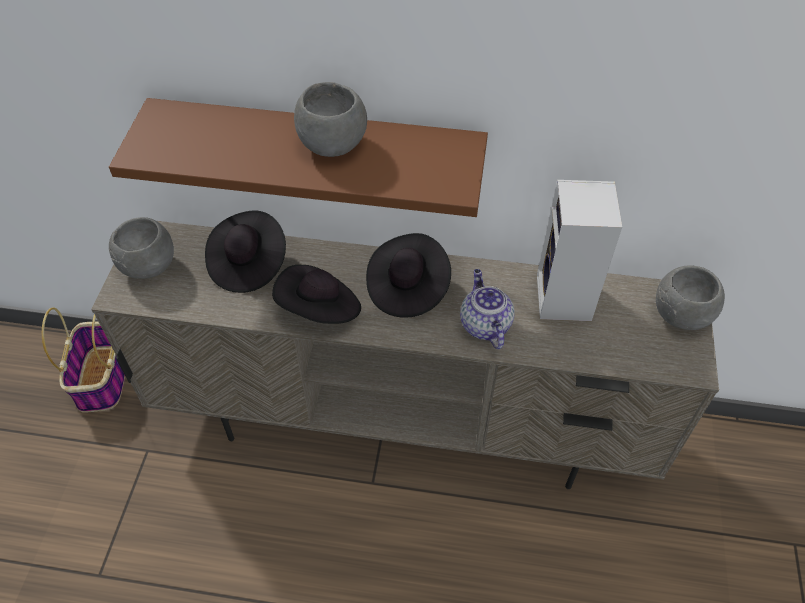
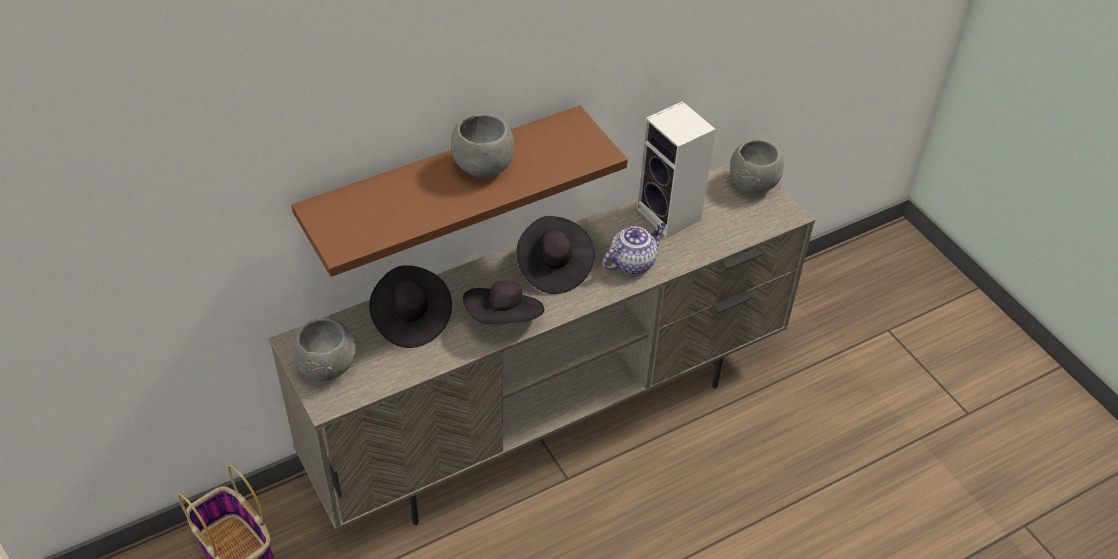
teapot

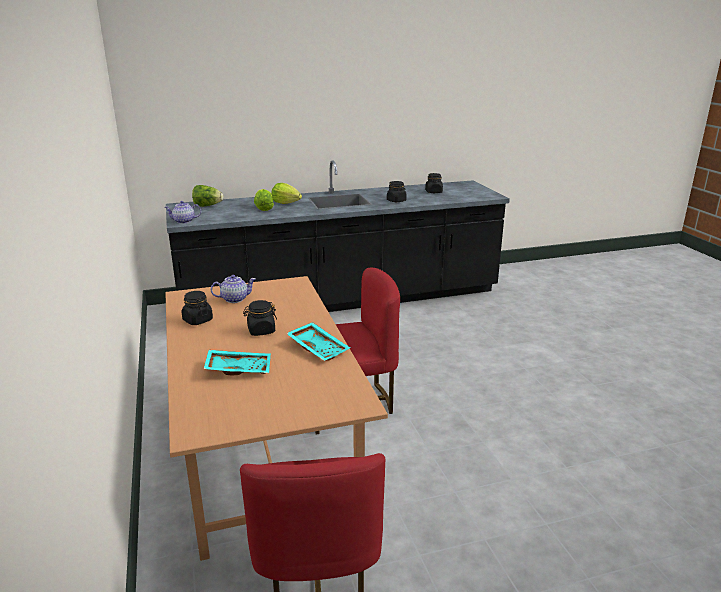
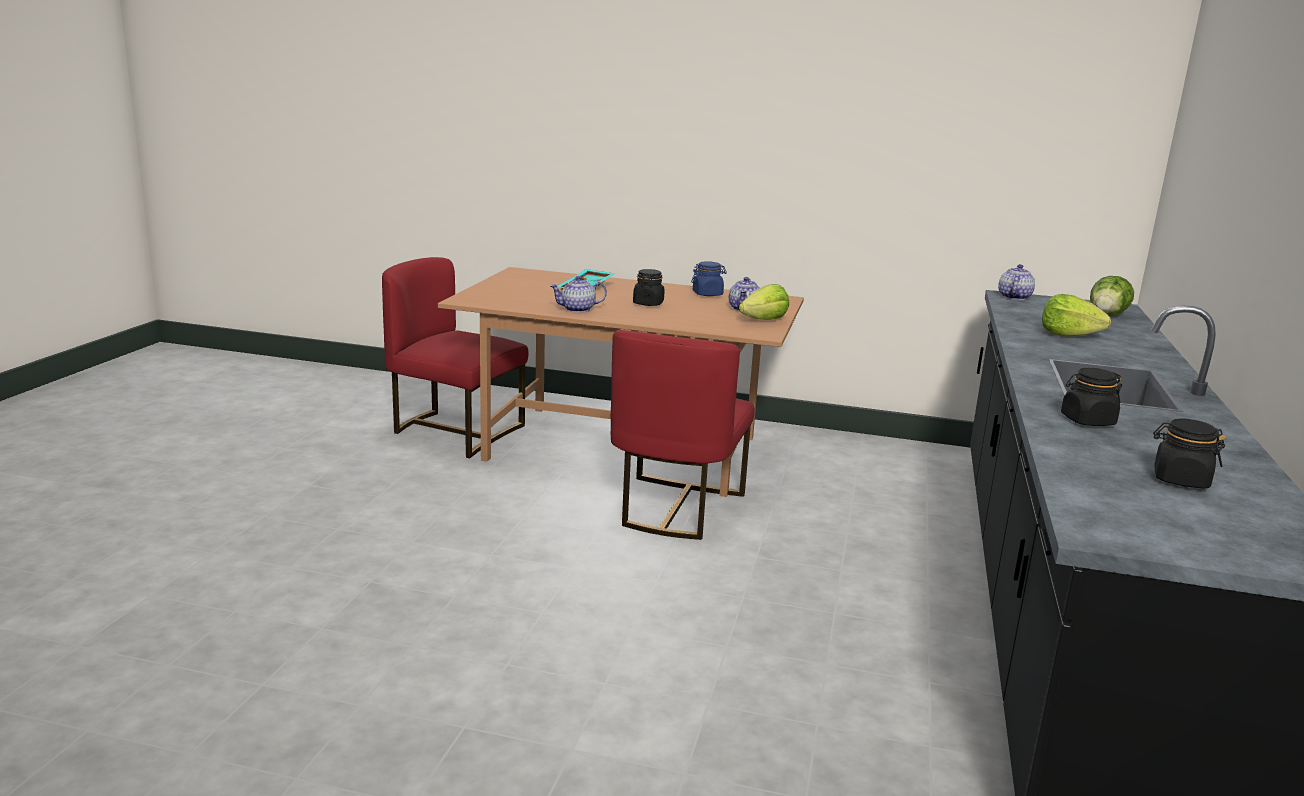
blue jar
lettuce (1st from left)
teapot (1st from left)

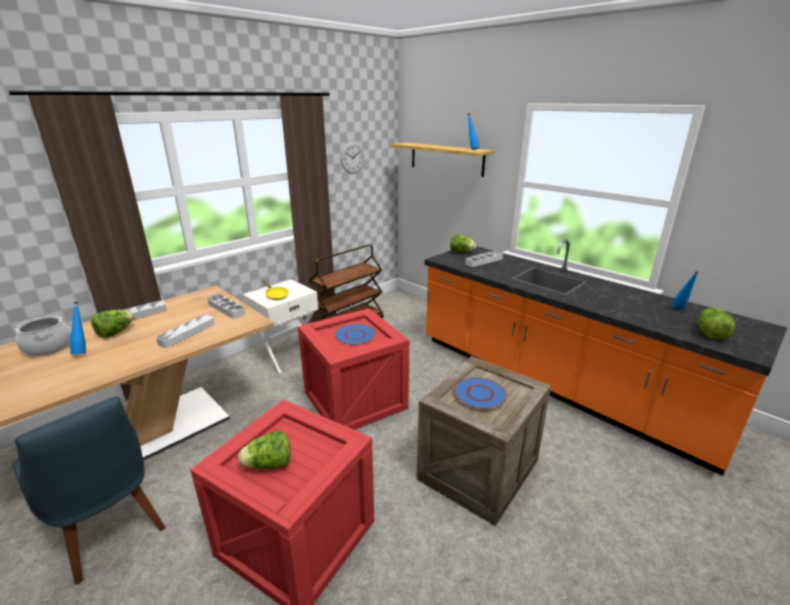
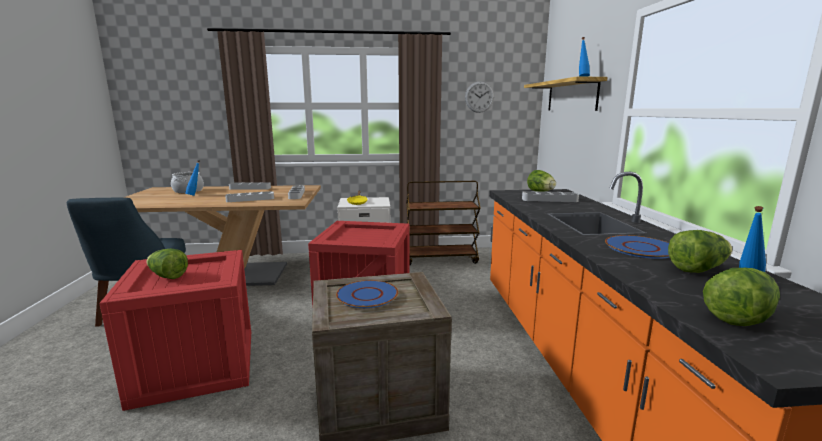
lettuce (3rd from left)
blue plate (2nd from left)

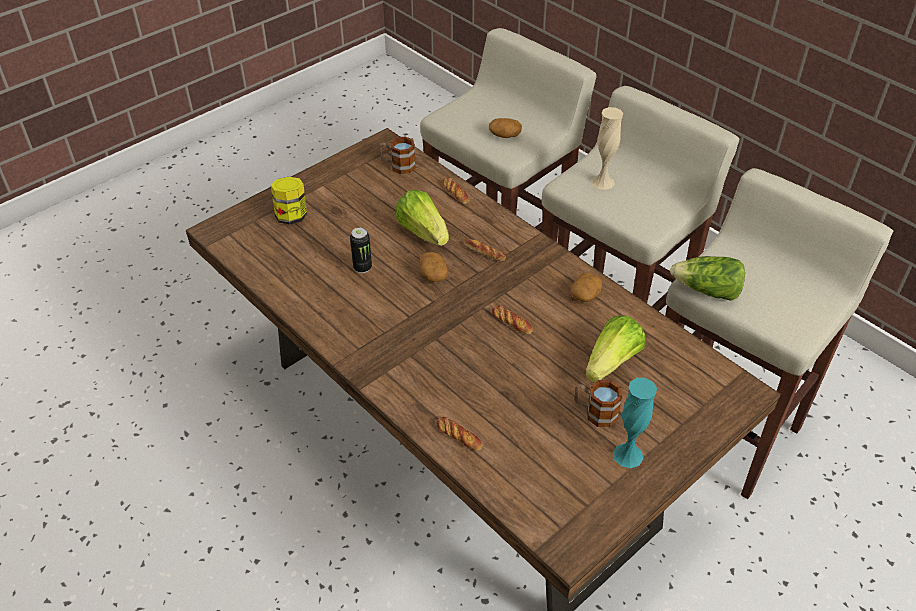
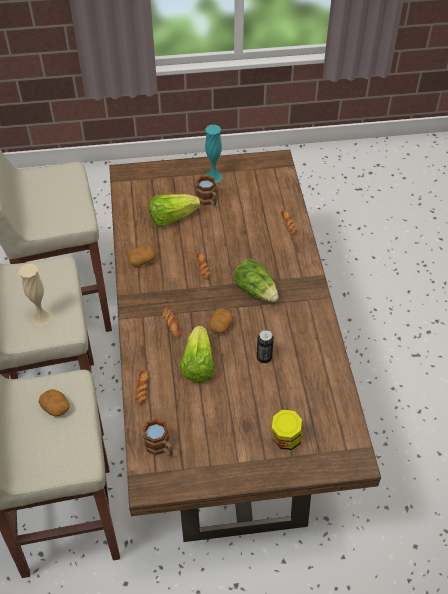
lettuce (3rd from left)

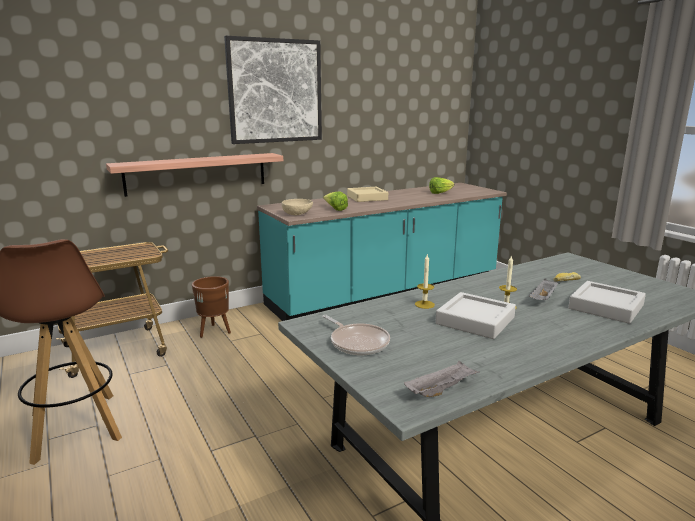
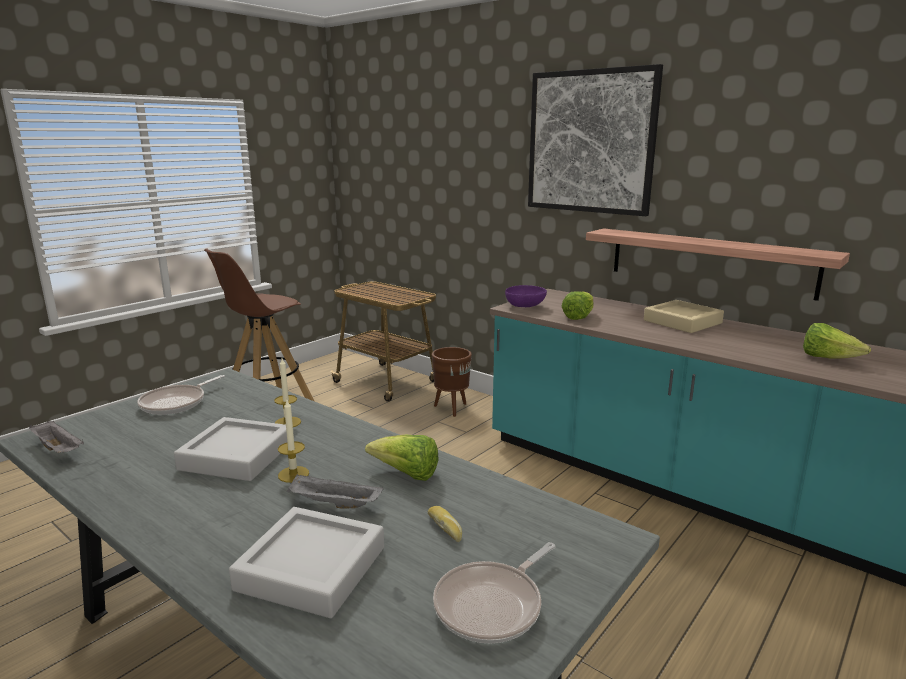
shelf
purple bowl
lettuce (1st from left)
frying pan (2nd from left)

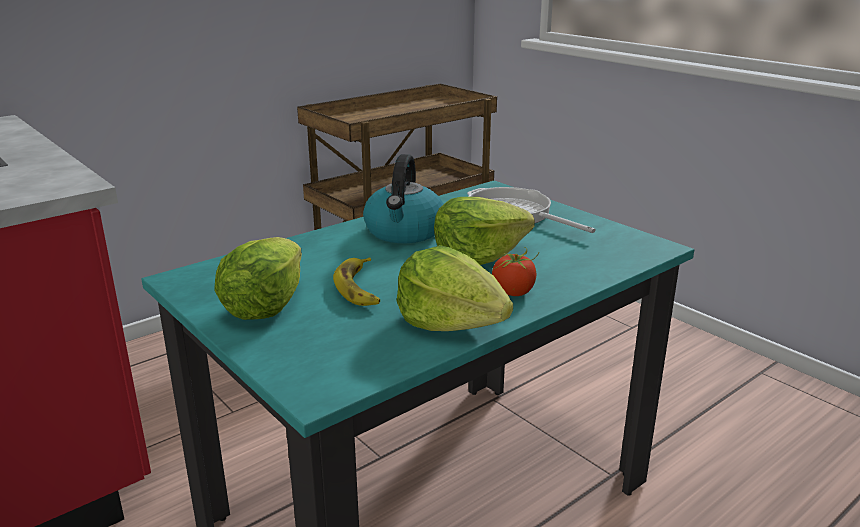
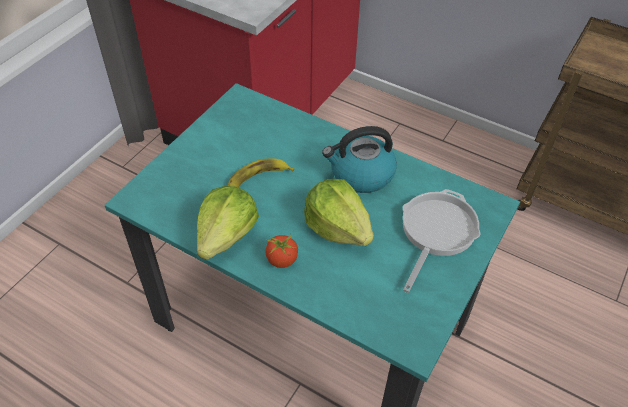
lettuce (1st from left in the first image)

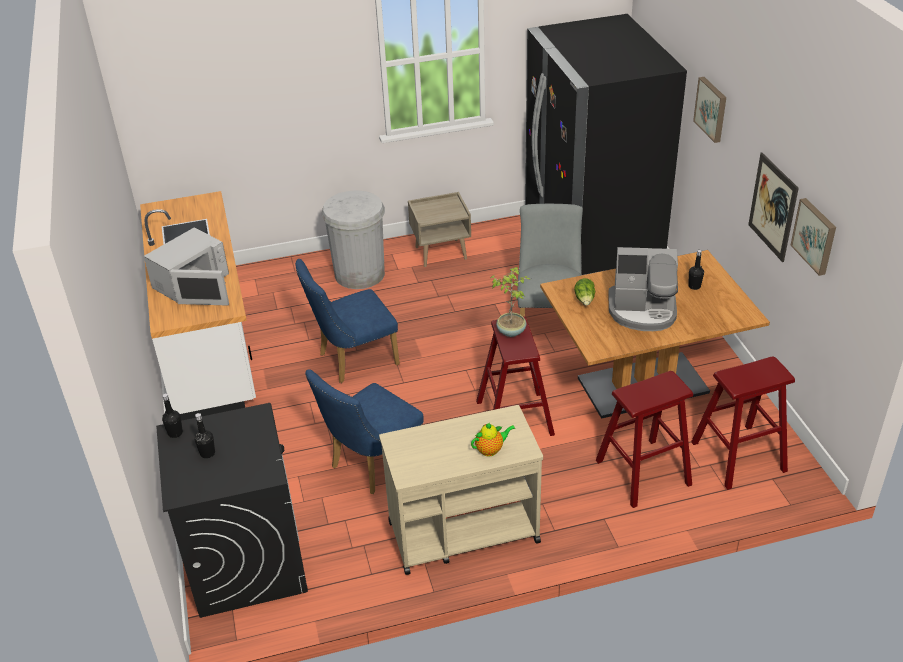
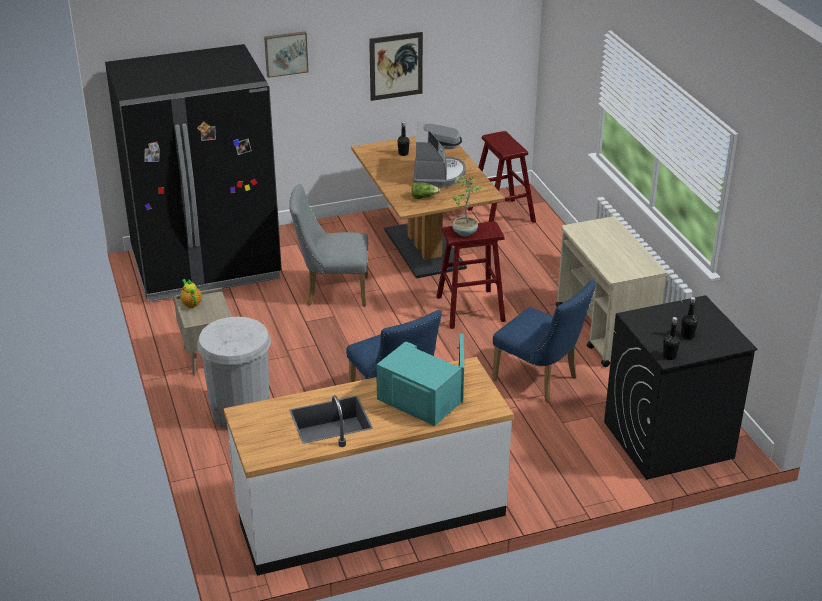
turquoise microwave
teapot
red stool (2nd from left in the first image)
picture (3rd from left in the first image)

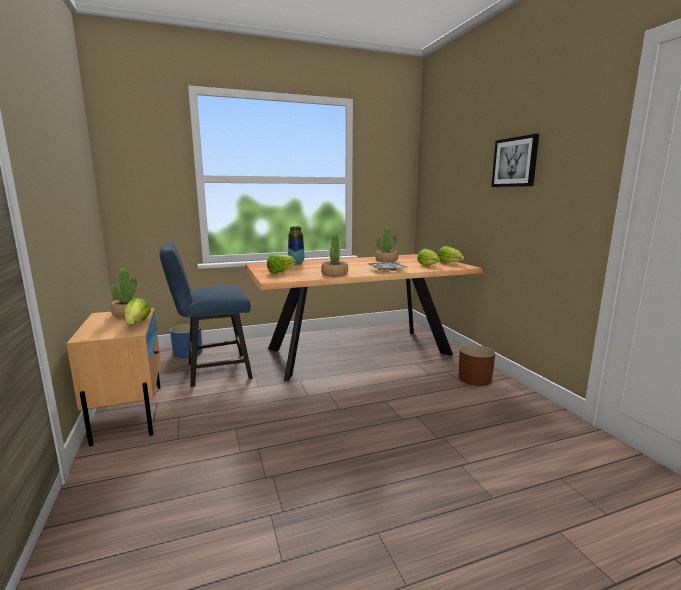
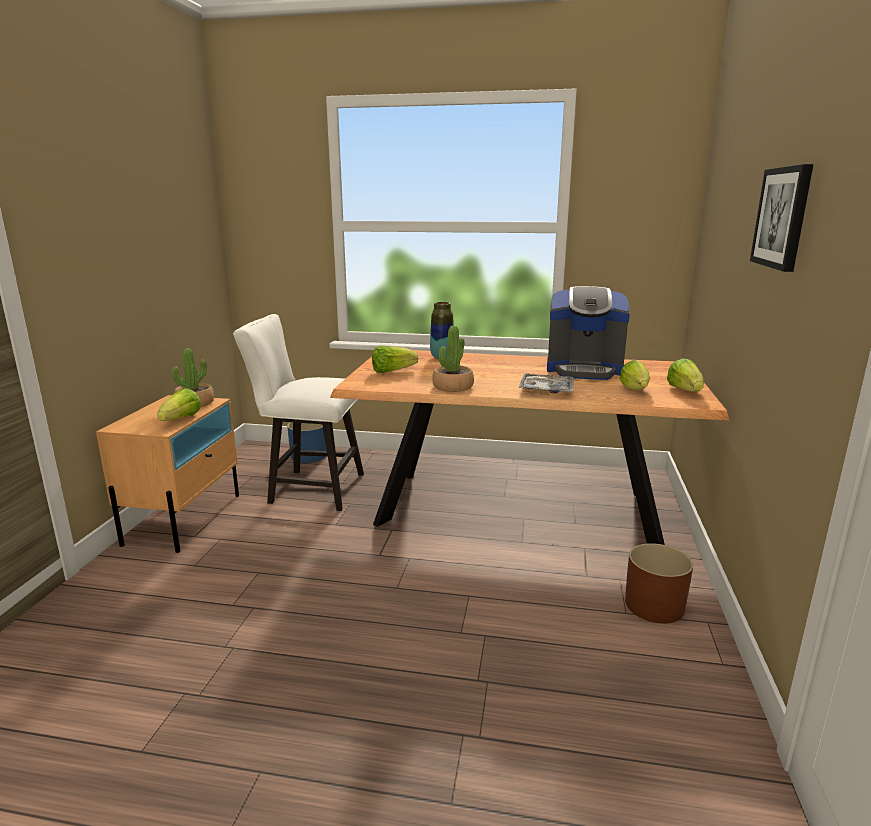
white chair
coffee machine

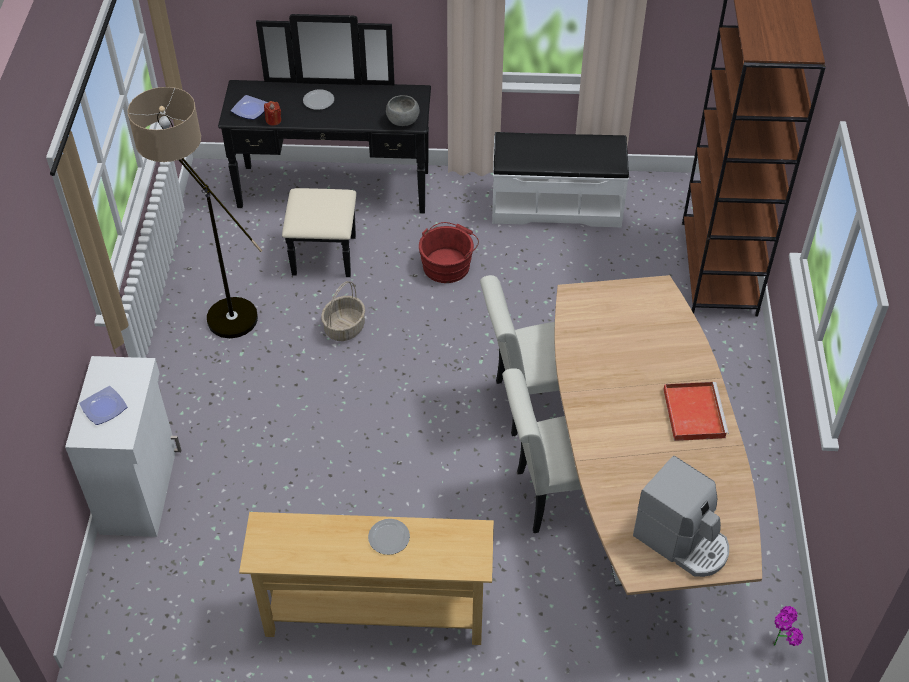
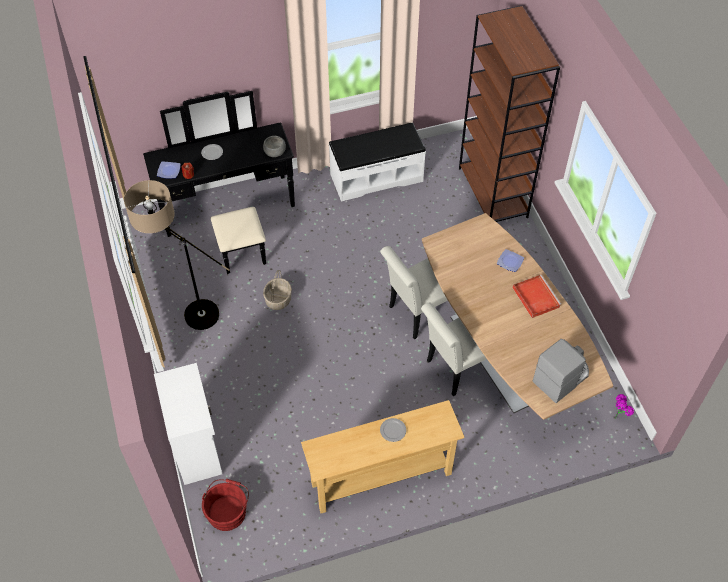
plate (4th from left)
red bucket
coffee machine

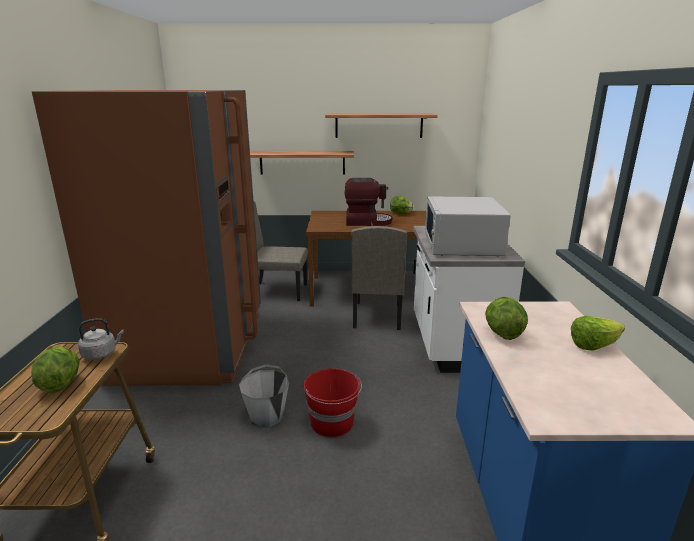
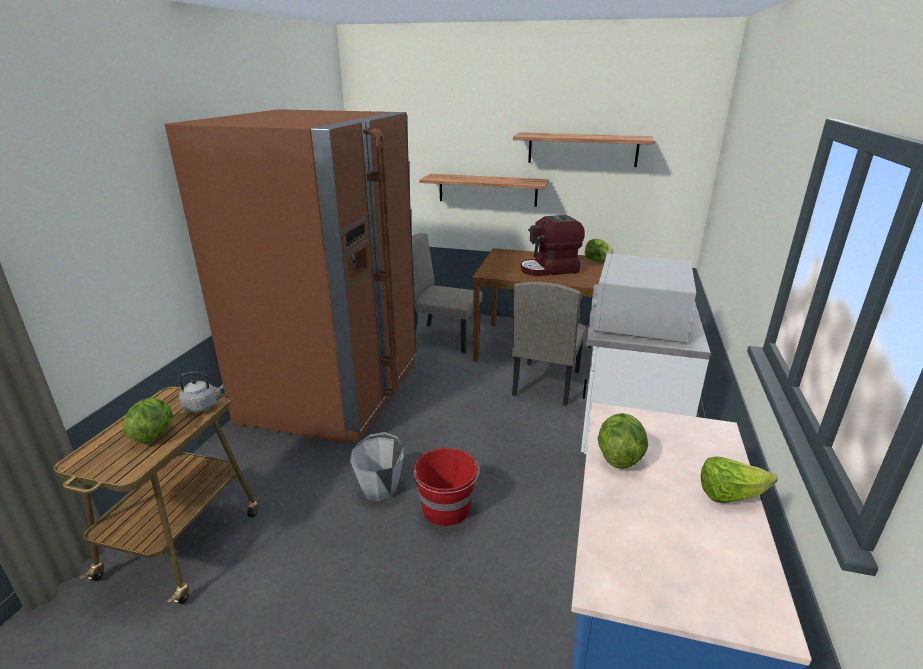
coffee machine

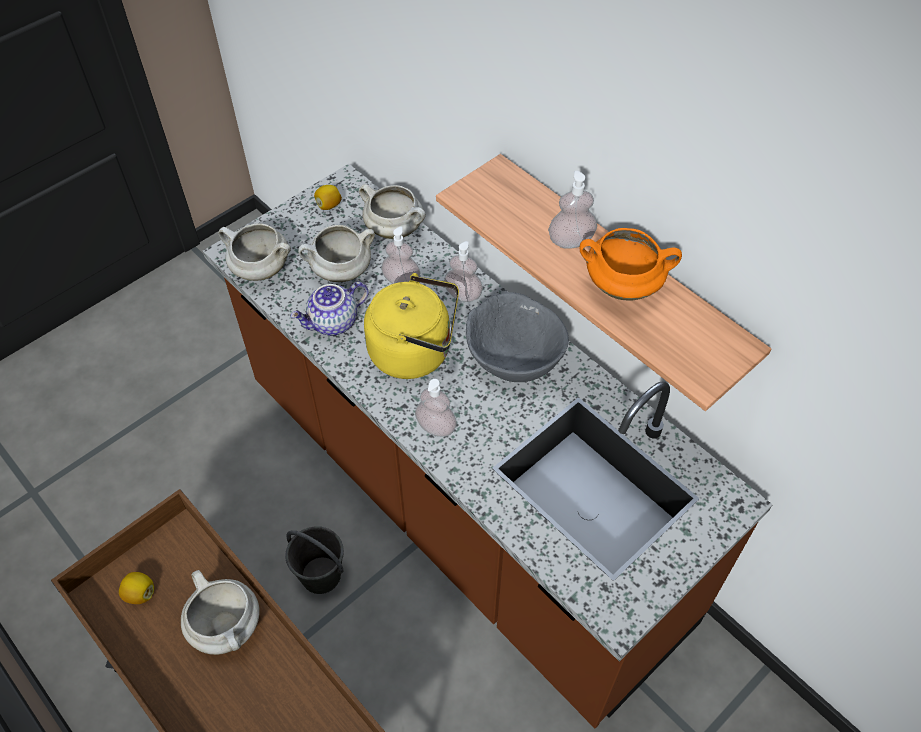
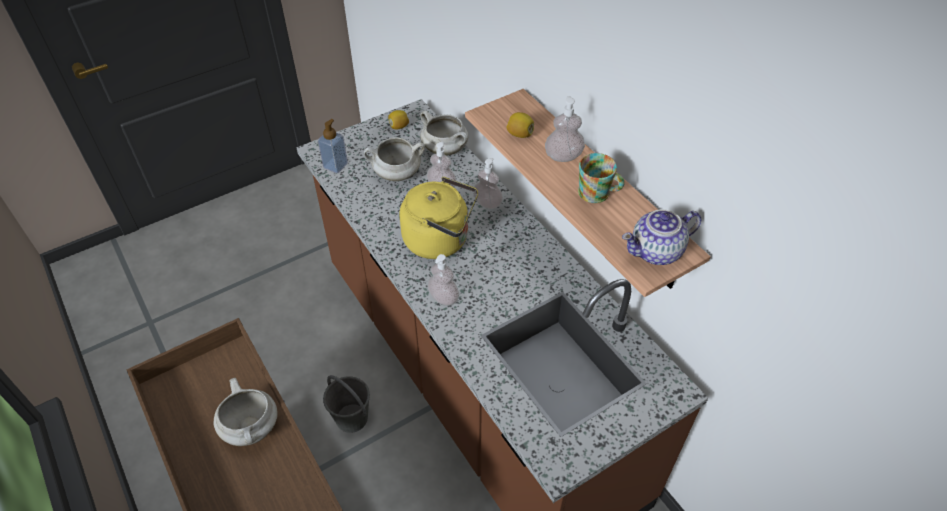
lemon (2nd from left)
soap dispenser (1st from left)
teapot
grey bowl
mug

